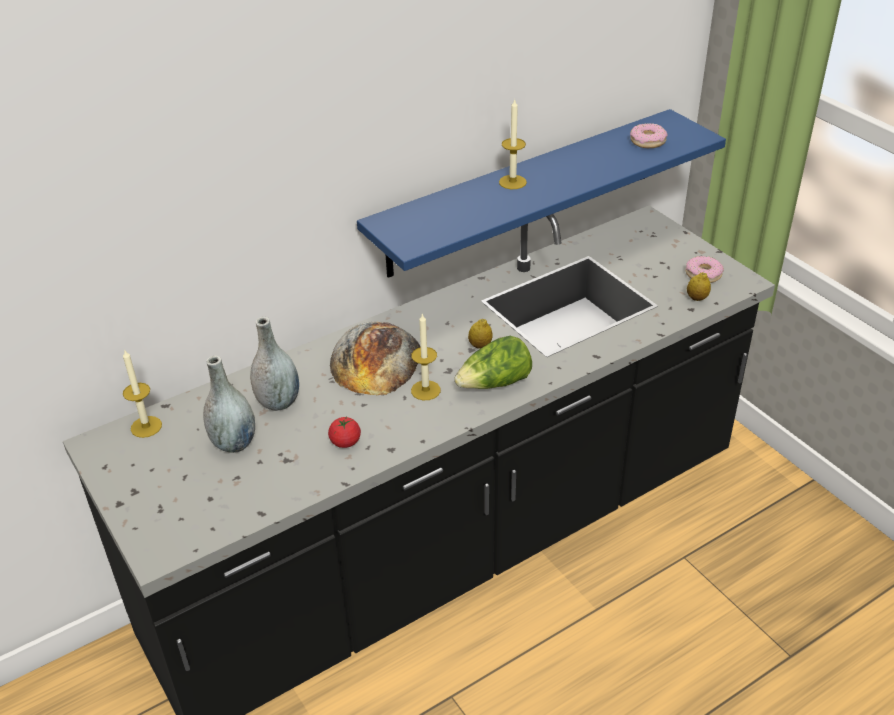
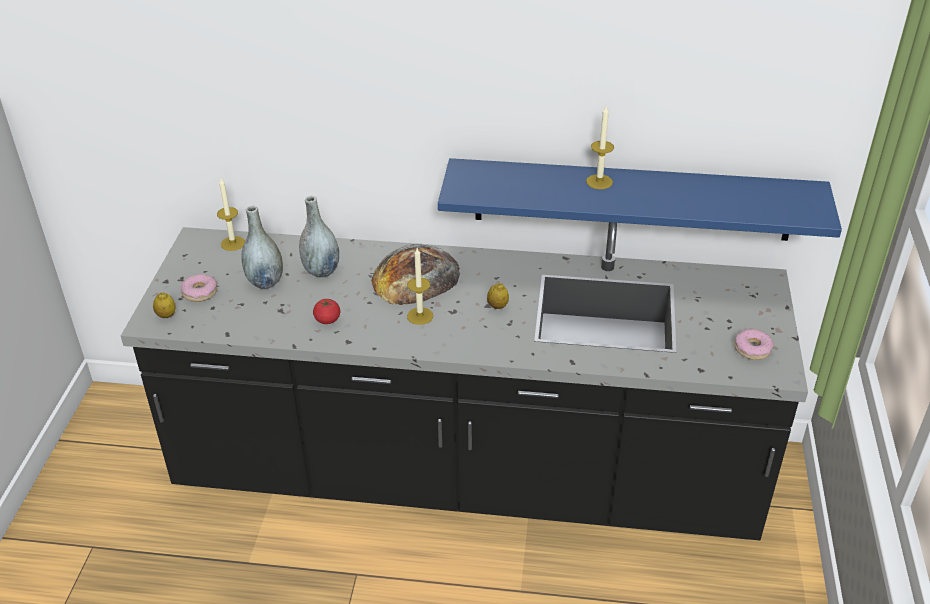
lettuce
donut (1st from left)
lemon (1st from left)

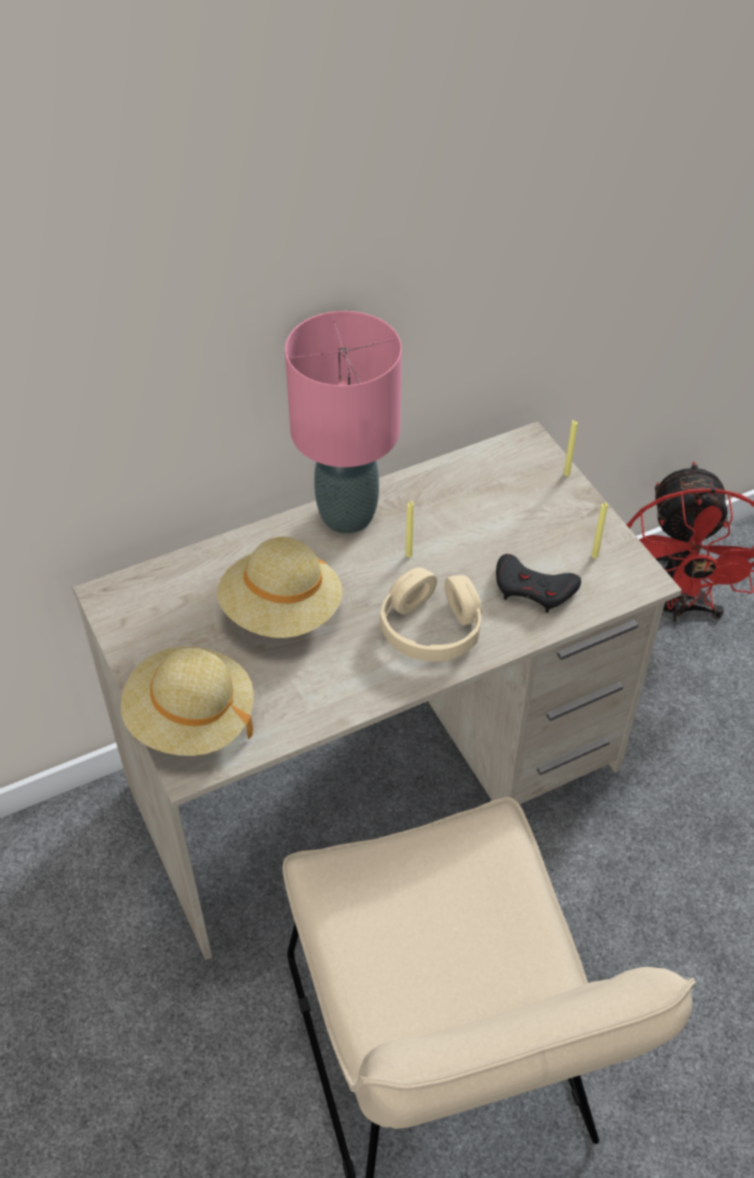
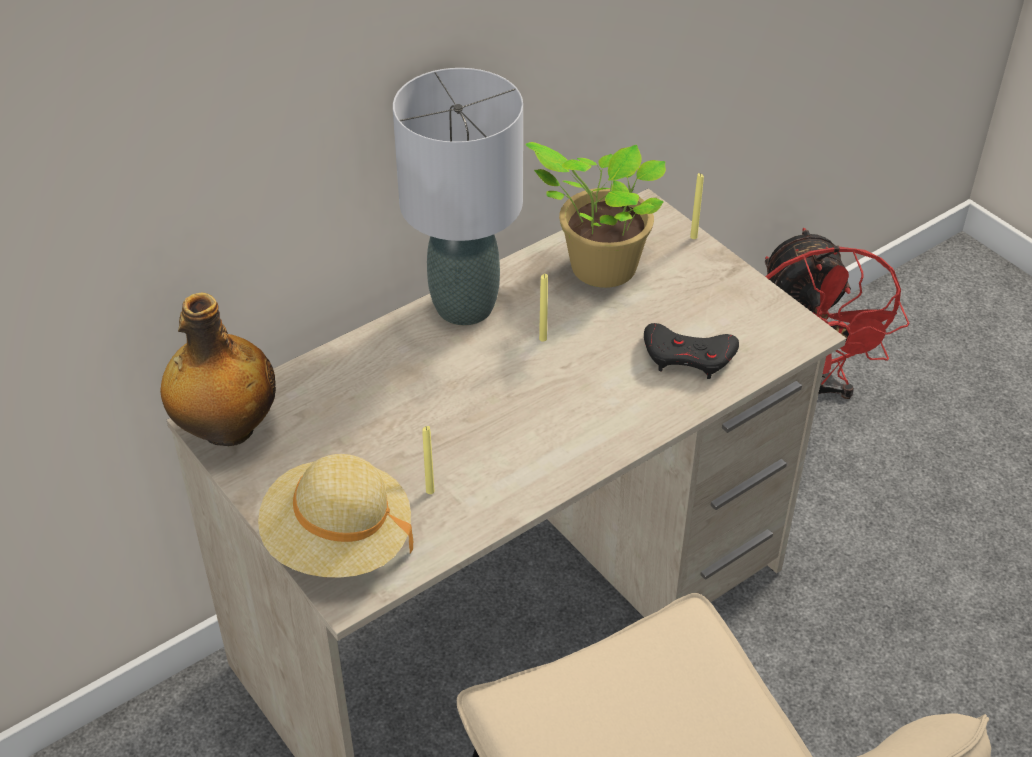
beige hat (2nd from left in the first image)
grey table lamp
beige headphones
yellow candle (1st from left)
bottle
potted plant

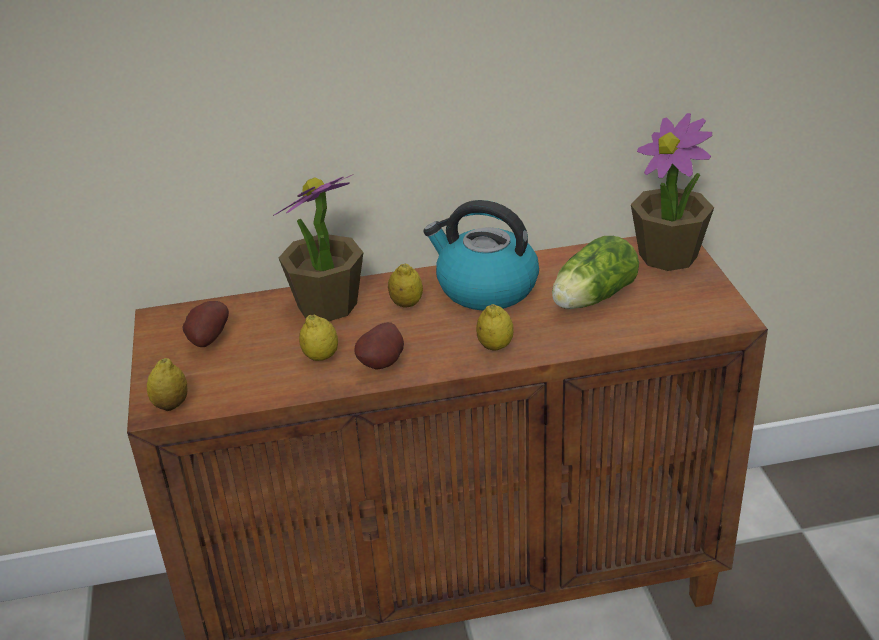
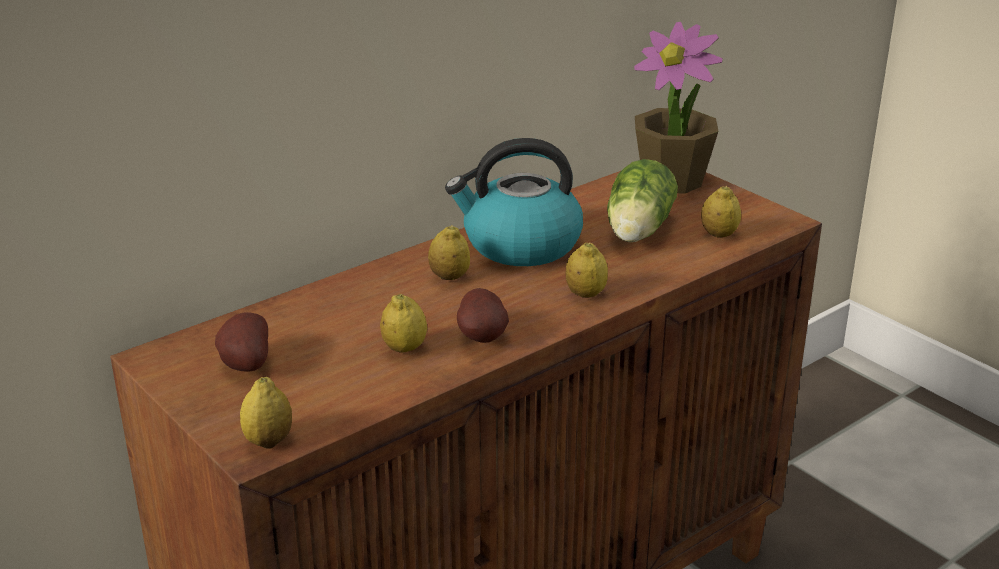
potted plant (1st from left in the first image)
lemon (5th from left)

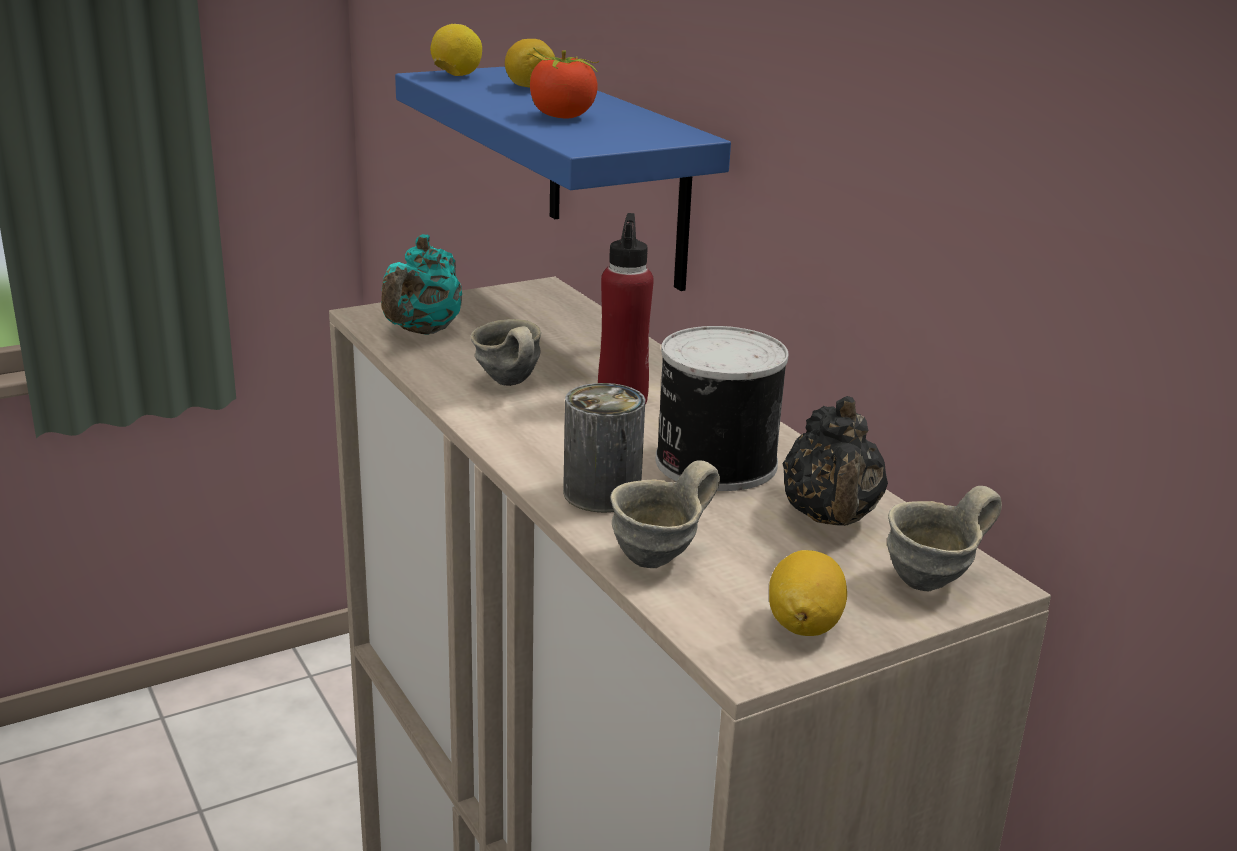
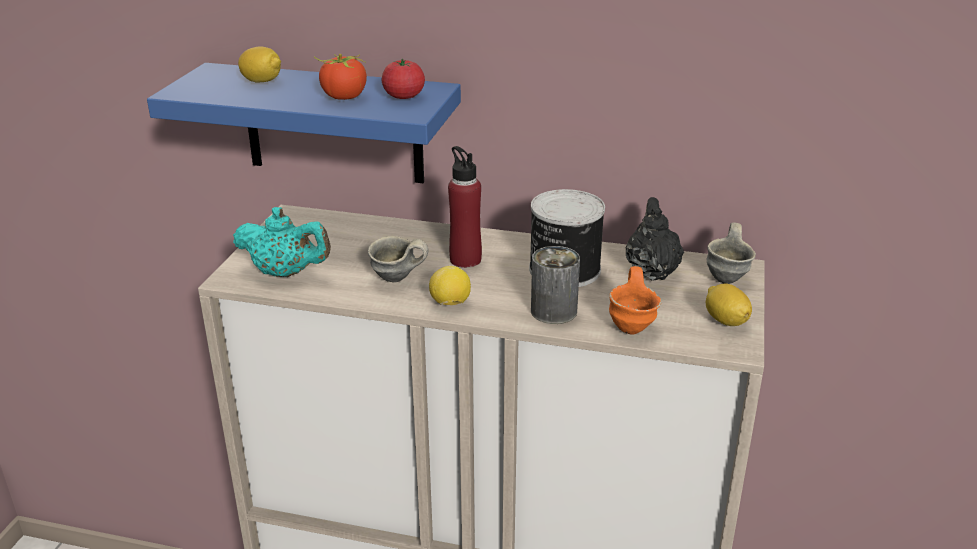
turquoise teapot
lemon (2nd from left)
orange mug
black teapot
tomato (2nd from left)

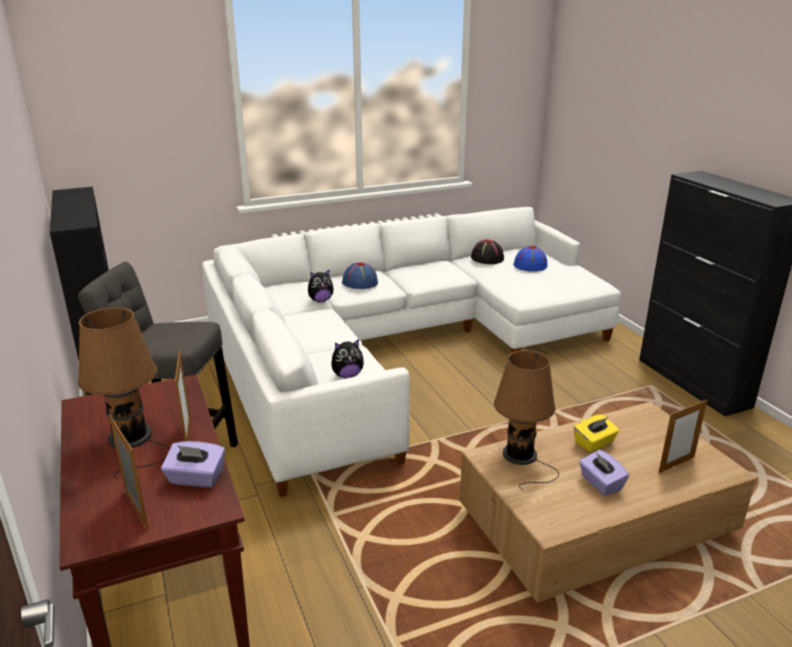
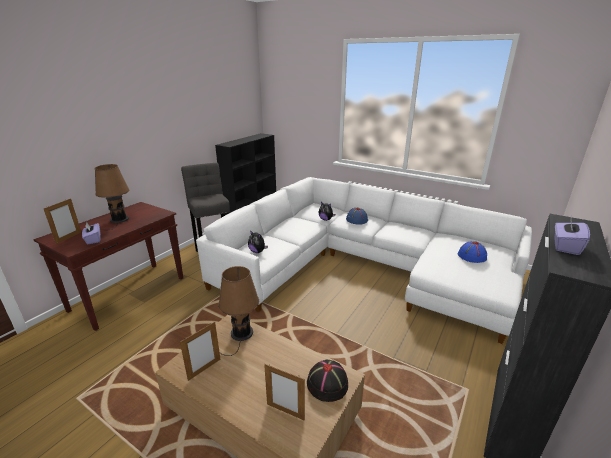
picture frame (2nd from left)
black hat
yellow tissue box
purple tissue box (2nd from left)

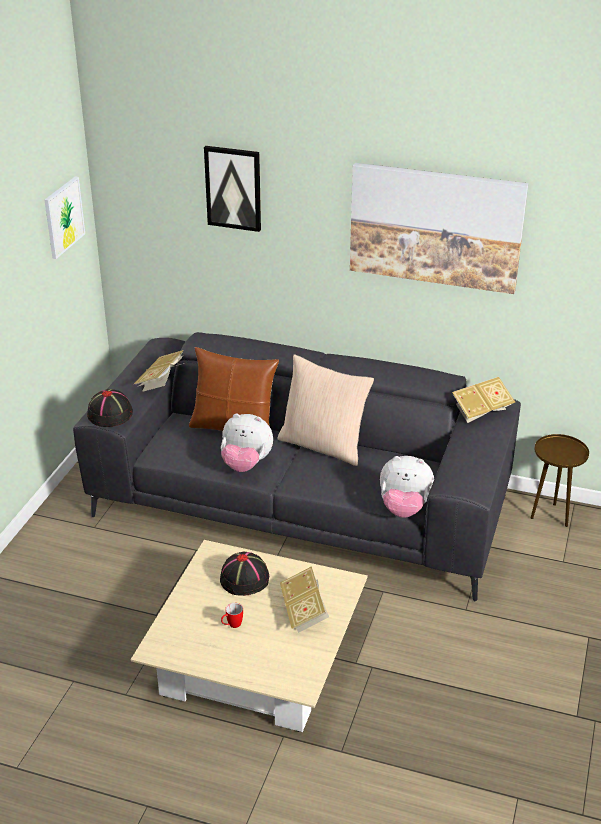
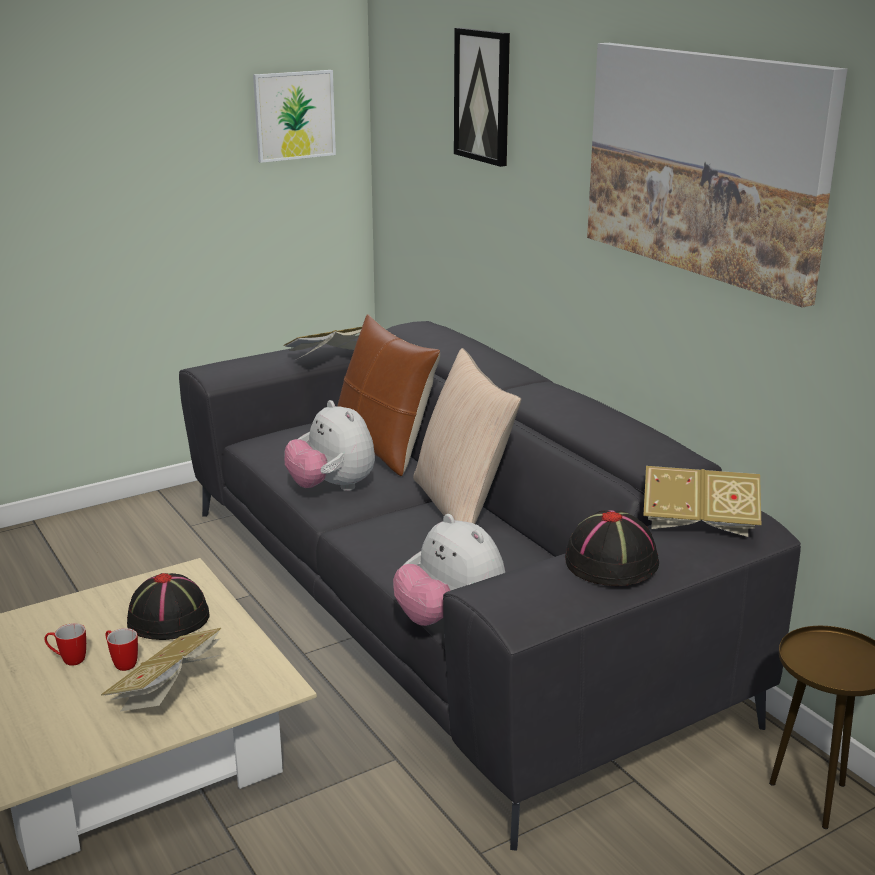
black hat (2nd from left)
mug (2nd from left)

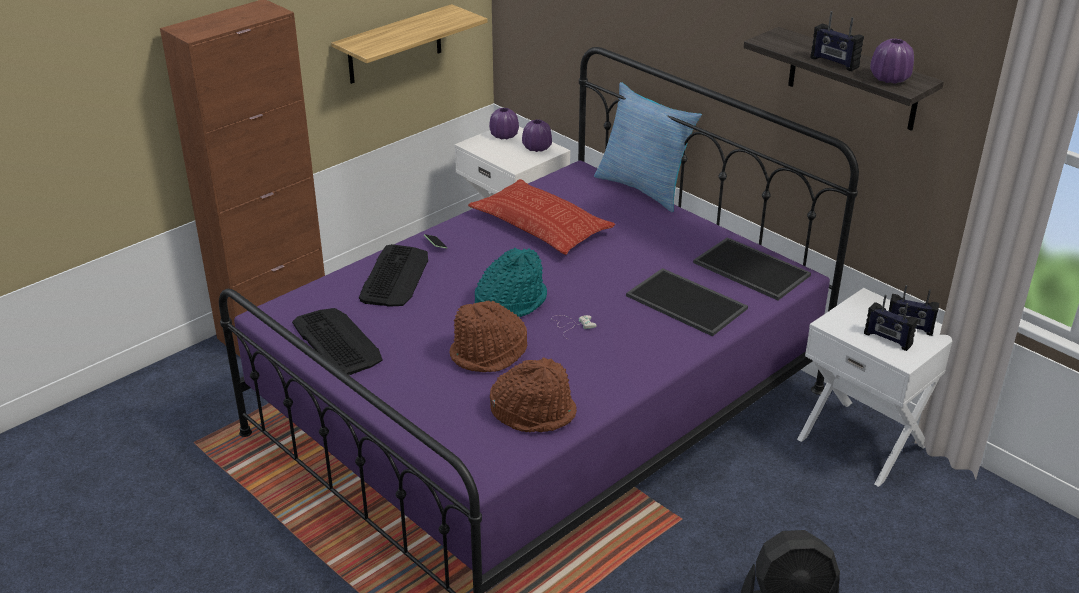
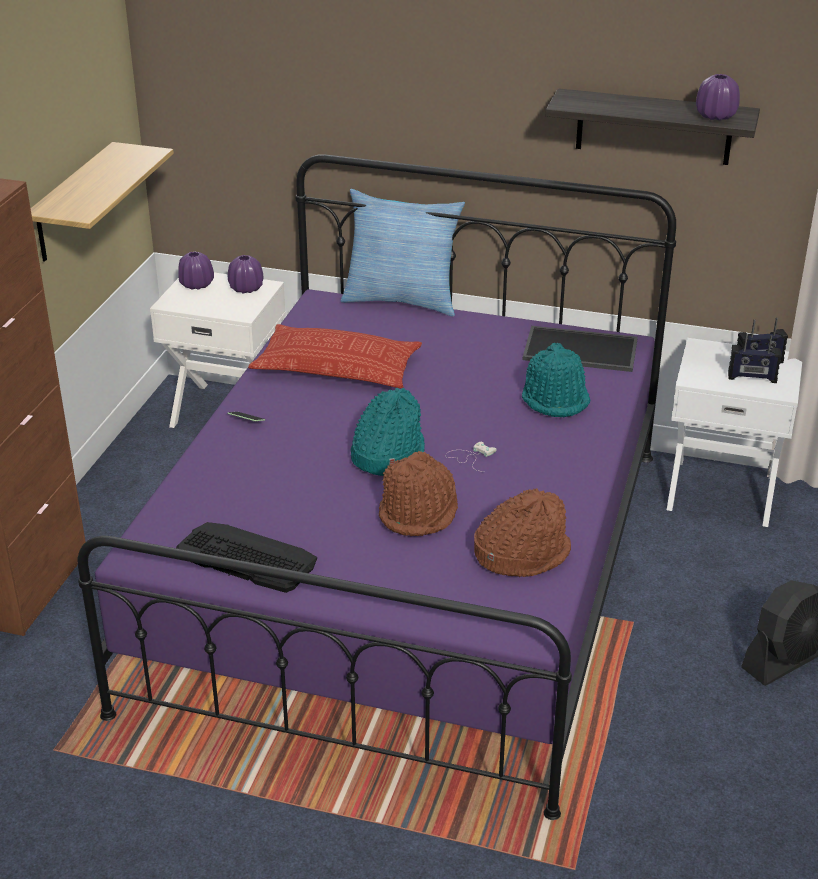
keyboard (2nd from left in the first image)
turquoise hat (2nd from left)
radio (1st from left in the first image)

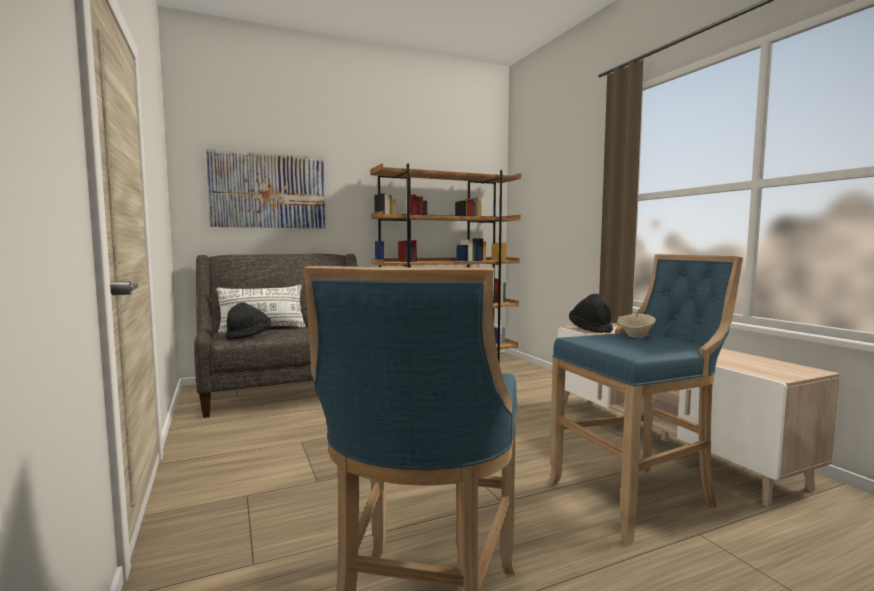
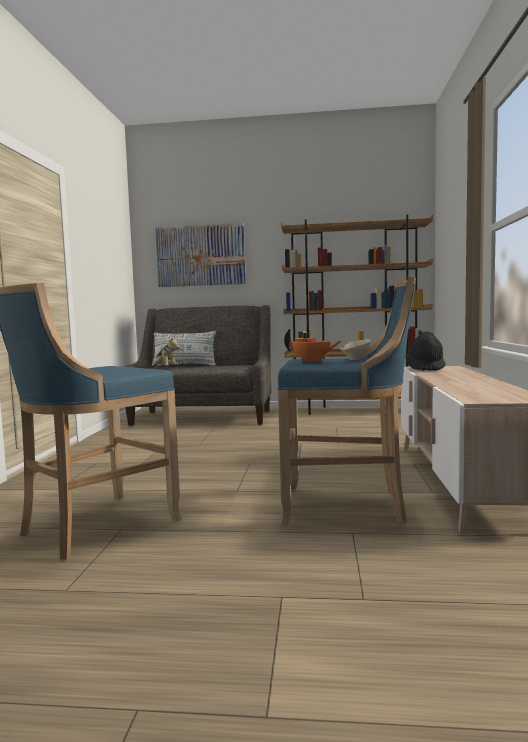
plush toy
orange teapot

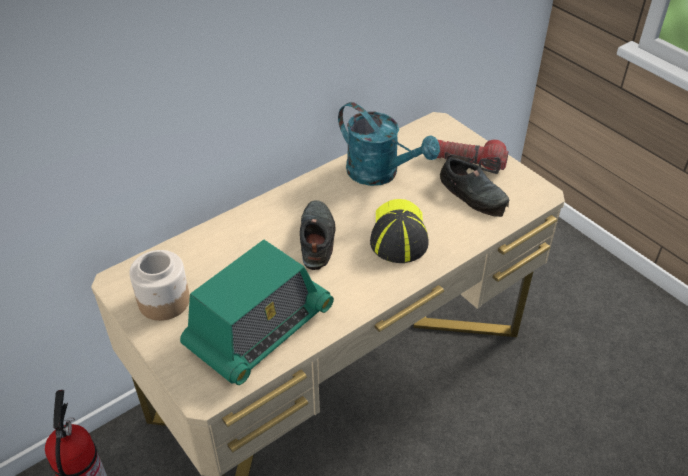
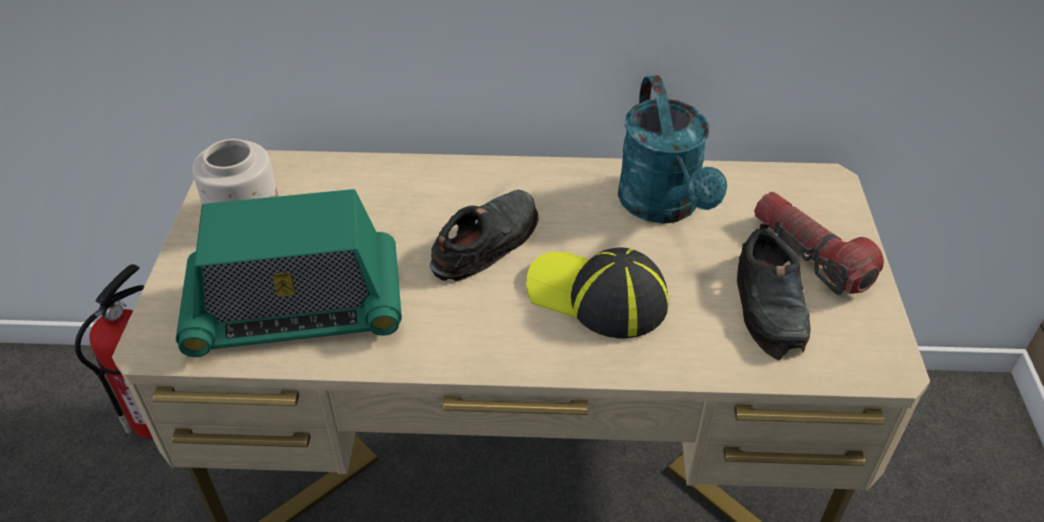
cap

